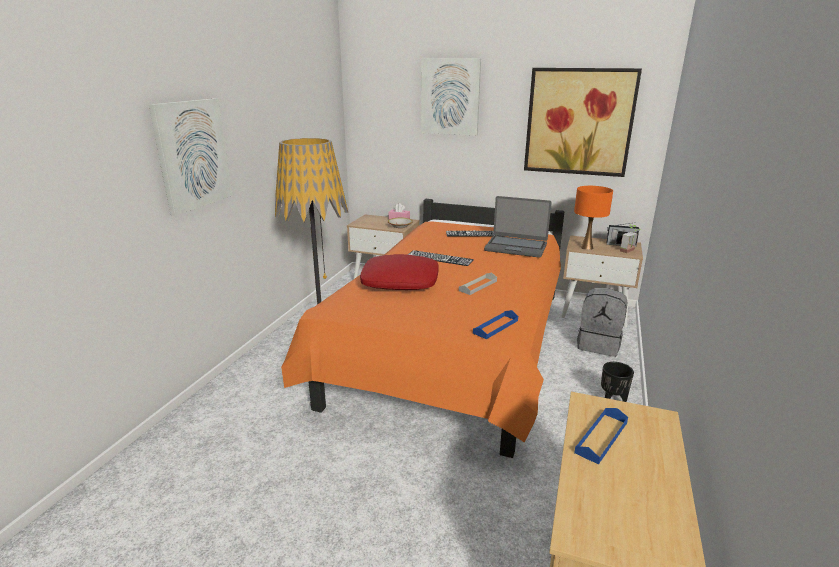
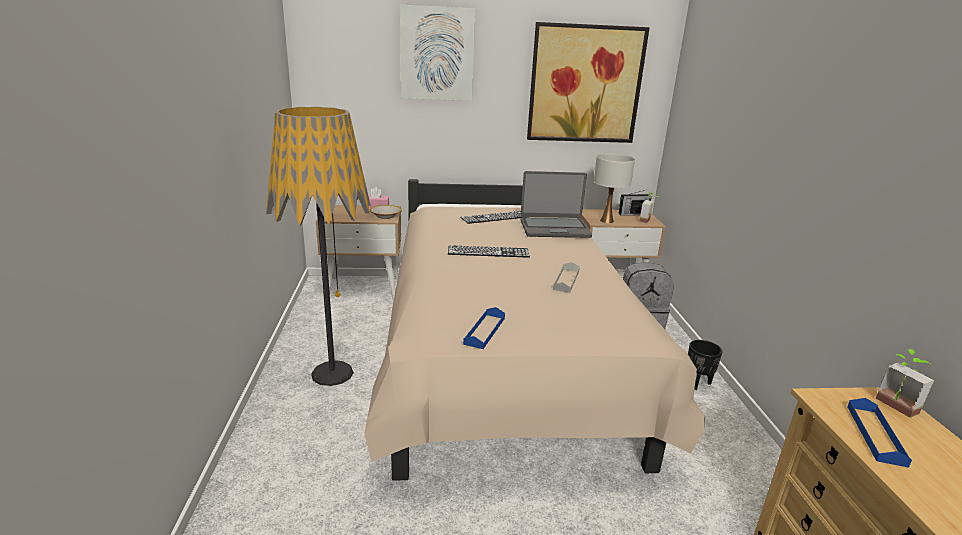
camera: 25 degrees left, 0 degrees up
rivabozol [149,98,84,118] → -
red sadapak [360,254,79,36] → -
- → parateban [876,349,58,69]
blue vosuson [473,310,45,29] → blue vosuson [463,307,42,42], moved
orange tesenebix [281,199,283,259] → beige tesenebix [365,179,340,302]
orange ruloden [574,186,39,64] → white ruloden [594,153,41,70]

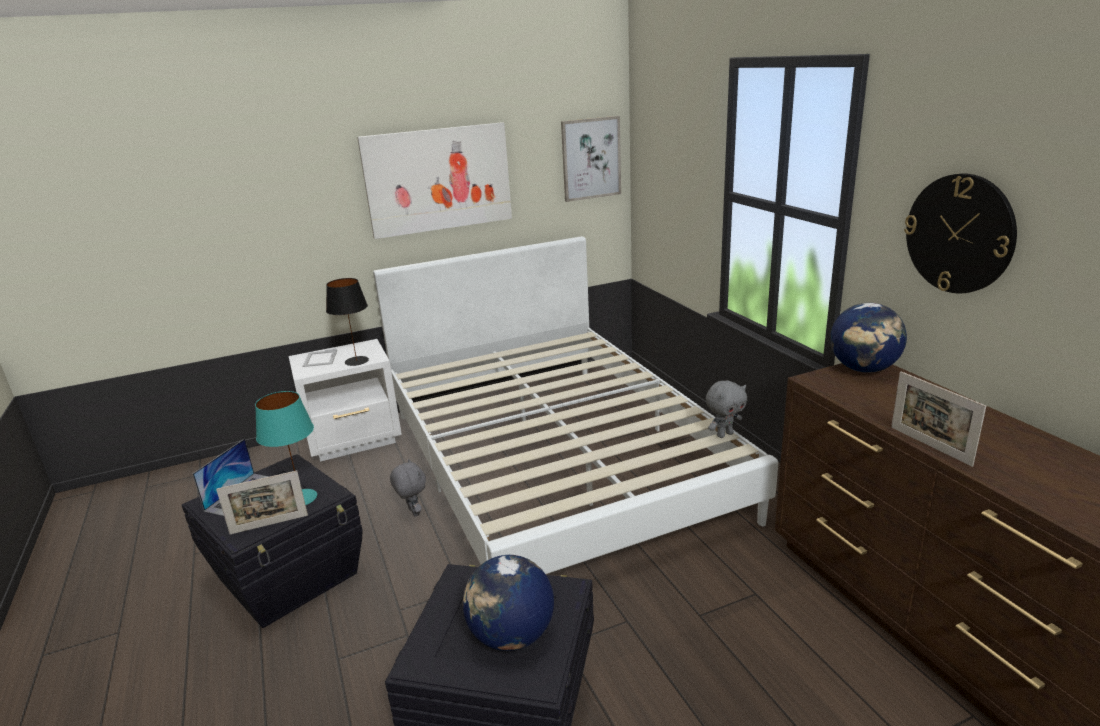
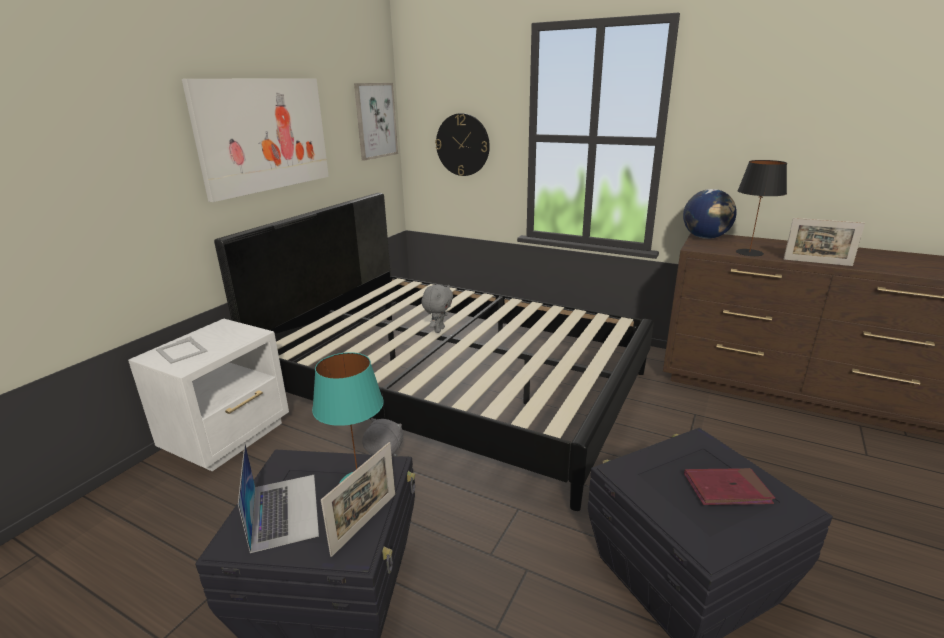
camera: 40 degrees left, 0 degrees up
black ruloden [326,278,43,88] → black ruloden [736,160,51,96], moved
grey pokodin [706,380,41,58] → grey pokodin [421,285,32,48], moved
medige [904,173,113,120] → medige [435,113,55,63], moved
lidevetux [463,555,91,96] → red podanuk [684,468,91,37]
white tesenebix [373,236,405,338] → black tesenebix [214,193,440,318]

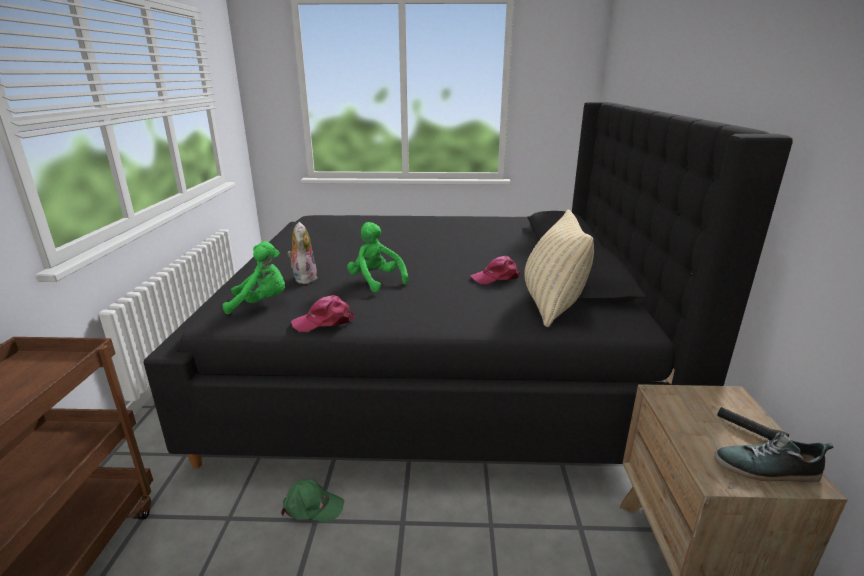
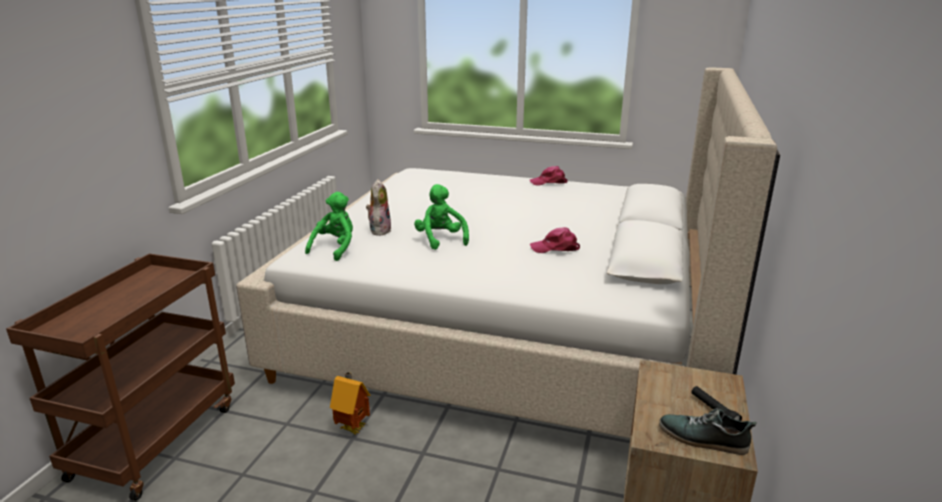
camera: 15 degrees right, 0 degrees up
beige sadapak [524,210,70,117] → -
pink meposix [291,295,64,37] → pink meposix [530,166,38,20], moved
green meposix [281,479,63,43] → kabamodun [330,372,40,63]
black tesenebix [144,102,649,367] → beige tesenebix [236,67,544,371]
green pokodin [222,241,63,73] → green pokodin [305,192,48,69], 75 degrees counterclockwise

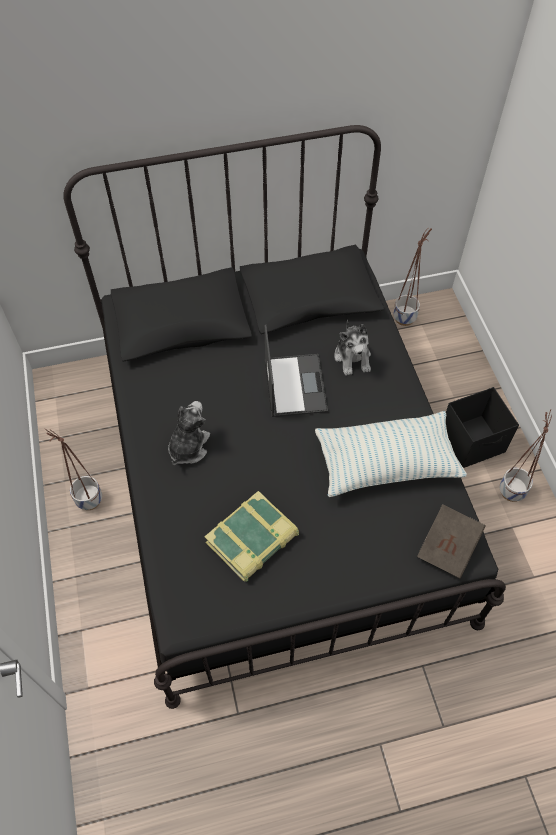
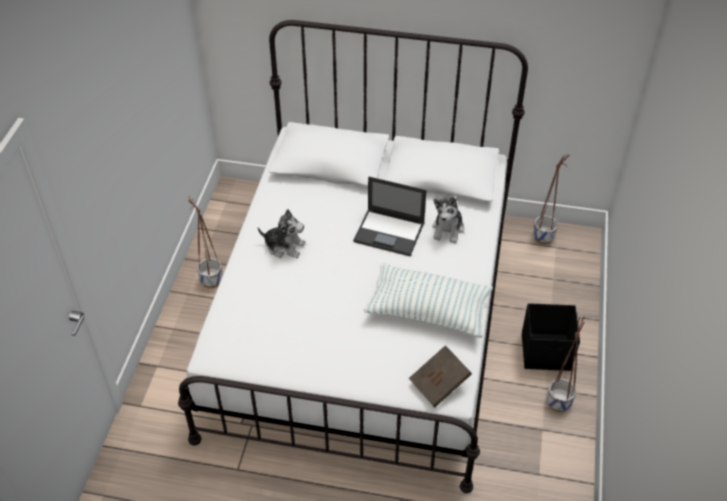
camera: 25 degrees right, 10 degrees down
podanuk [205,491,94,91] → -
black tesenebix [63,125,443,584] → white tesenebix [178,20,350,473]
pokodin [168,401,42,64] → pokodin [258,209,47,49], 60 degrees clockwise
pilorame [264,325,64,92] → pilorame [353,177,73,79], 90 degrees clockwise

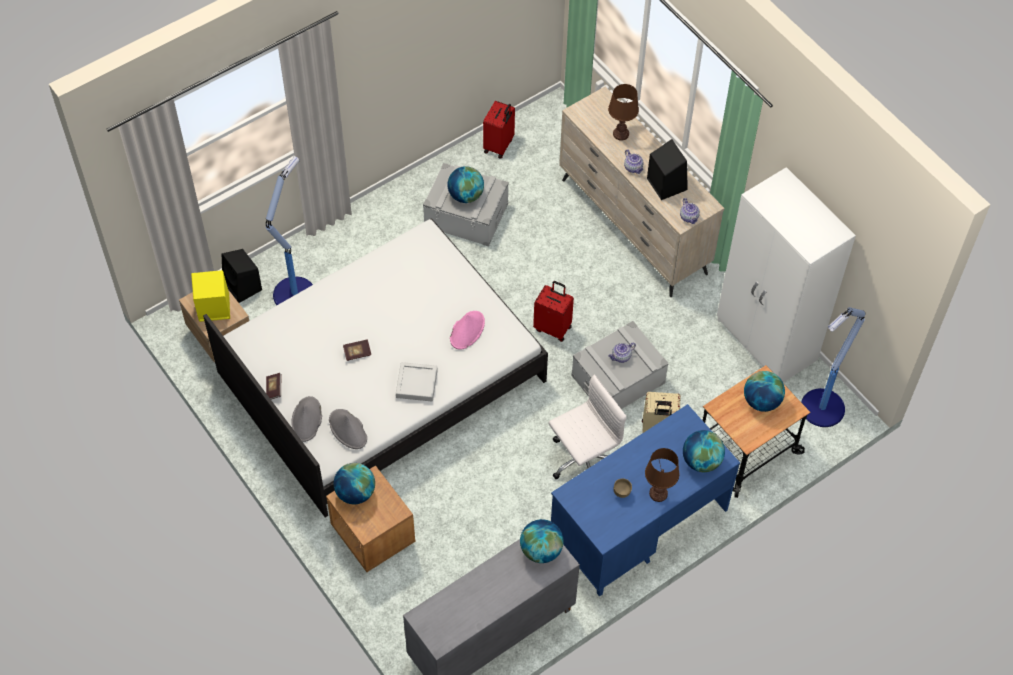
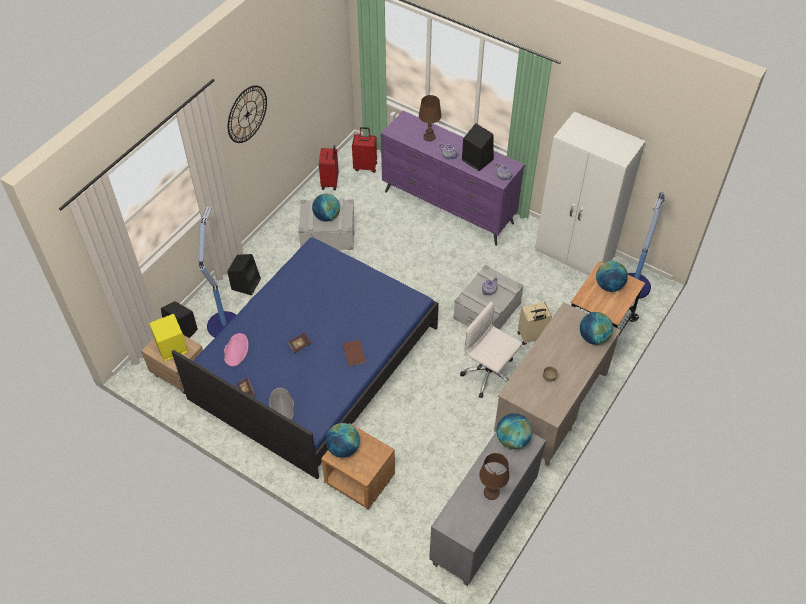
camera: 20 degrees left, 5 degrees down
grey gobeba [329,409,38,40] → -
- → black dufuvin [227,254,34,41]
- → medige [228,85,39,58]
pink gobeba [450,311,35,39] → pink gobeba [224,333,24,34], moved
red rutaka [533,281,41,61] → red rutaka [352,127,25,46], moved
brown ruloden [645,448,34,54] → brown ruloden [479,453,31,47], moved
grey vosuson [396,362,42,39] → brown podanuk [343,340,23,26]
white tesenebix [203,218,345,299] → blue tesenebix [171,237,268,242]
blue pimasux [551,404,189,192] → beige pimasux [494,302,127,164]
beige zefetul [559,86,165,211] → purple zefetul [381,110,144,136]
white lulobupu [549,374,77,105] → white lulobupu [460,301,62,97], 90 degrees counterclockwise

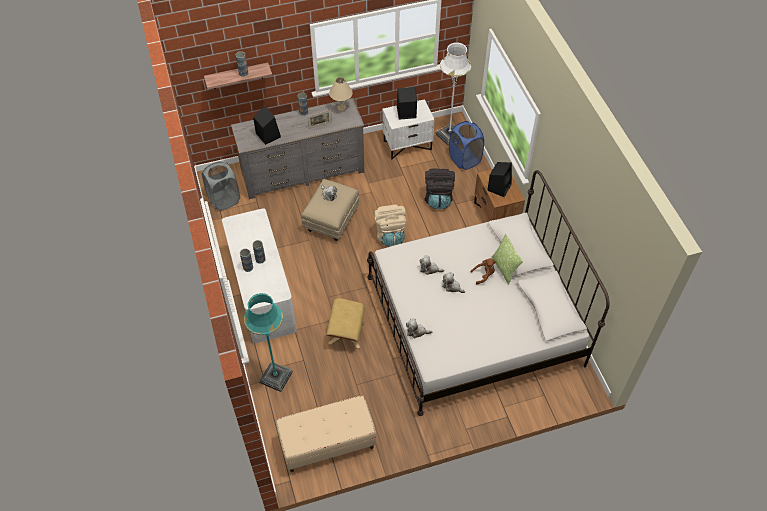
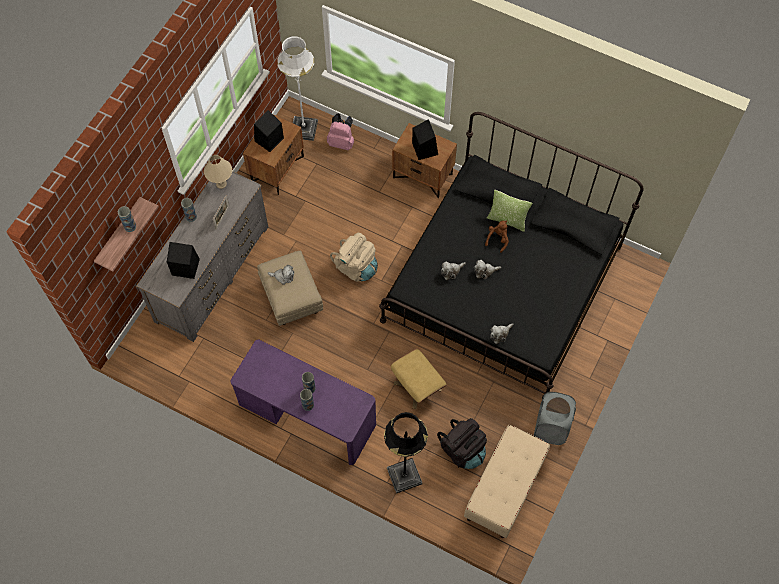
camera: 45 degrees left, 10 degrees up
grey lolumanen [202,162,38,49] → grey lolumanen [534,392,42,53], moved
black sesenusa [425,168,30,41] → black sesenusa [437,418,50,51], moved
blue lolumanen [449,121,35,49] → pink sesenusa [327,113,27,37]
white pimasux [222,208,75,135] → purple pimasux [231,340,145,125]
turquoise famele [244,293,49,99] → black famele [384,412,44,82]
white tesenebix [367,170,243,246] → black tesenebix [379,112,265,287]
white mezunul [382,99,53,60] → brown mezunul [243,115,61,80]

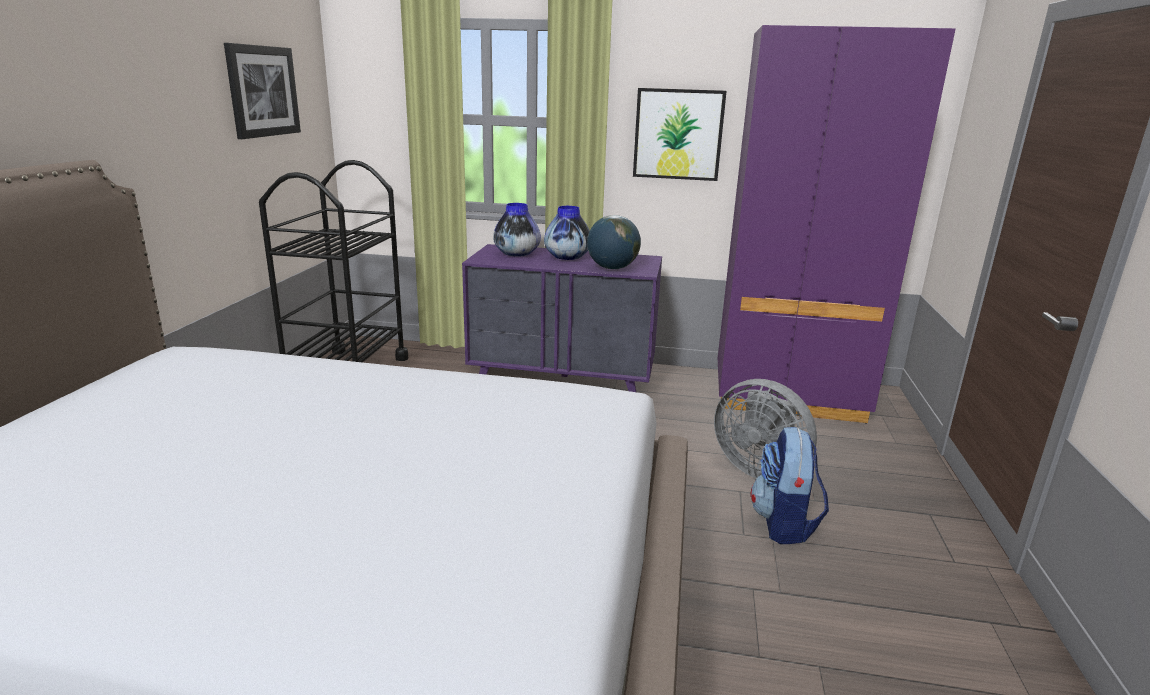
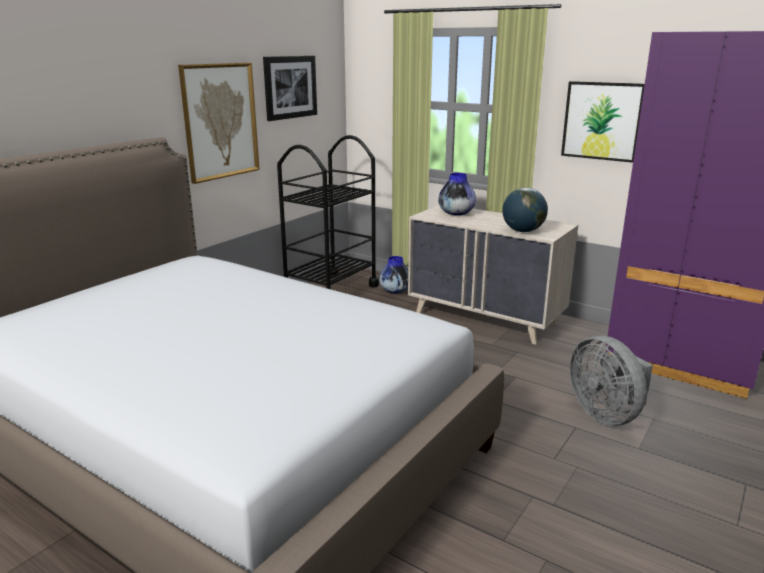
camera: 25 degrees right, 0 degrees up
sesenusa [751,427,78,117] → -
- → rivabozol [178,63,82,121]
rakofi [544,206,46,54] → rakofi [379,256,29,38], moved
purple zefetul [462,244,200,148] → beige zefetul [408,205,170,140]

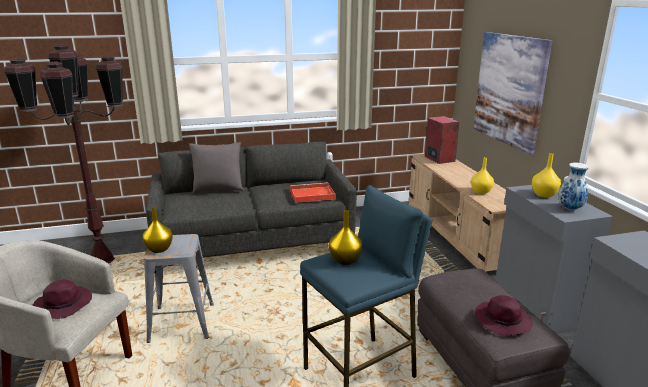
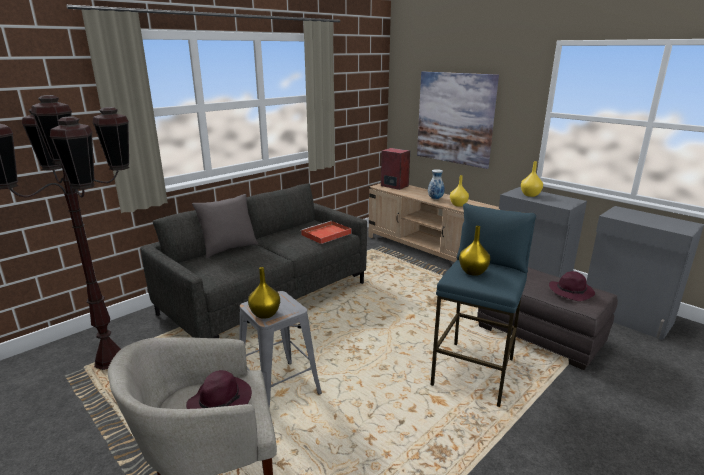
camera: 30 degrees left, 0 degrees up
rakofi [558,163,31,47] → rakofi [428,169,17,31], moved

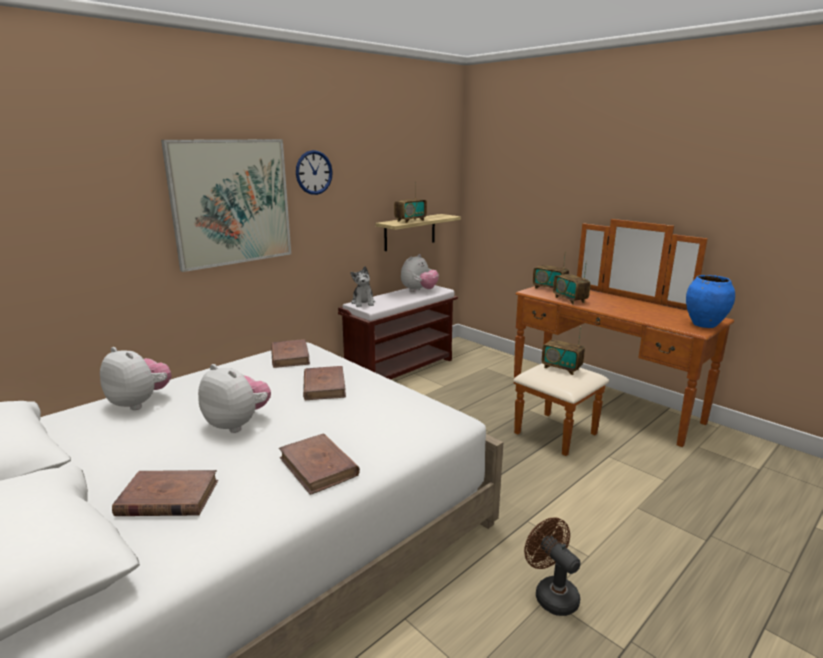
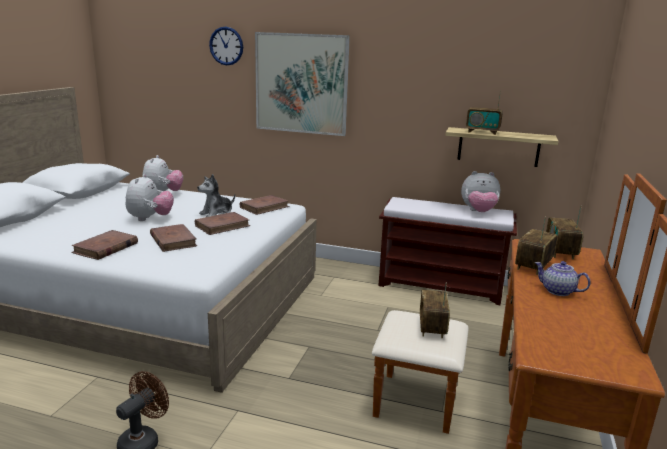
camera: 60 degrees right, 0 degrees up
blue rakofi [686,275,49,53] → -
- → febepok [534,261,57,35]
brown podanuk [112,470,106,46] → brown podanuk [150,224,47,28], moved
medige [296,150,37,45] → medige [209,27,34,38], moved
pokodin [350,266,25,41] → pokodin [197,174,38,43], moved

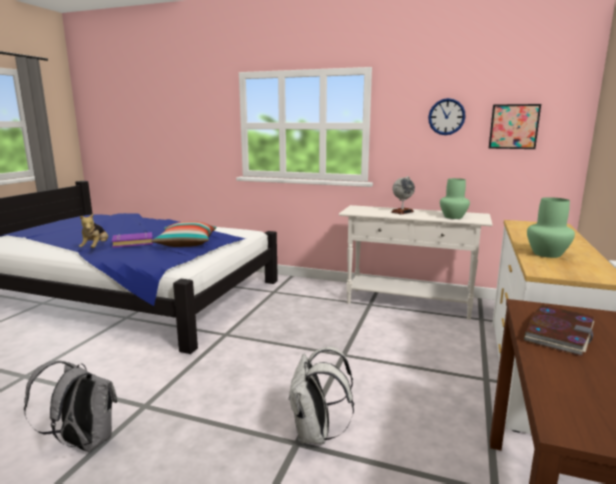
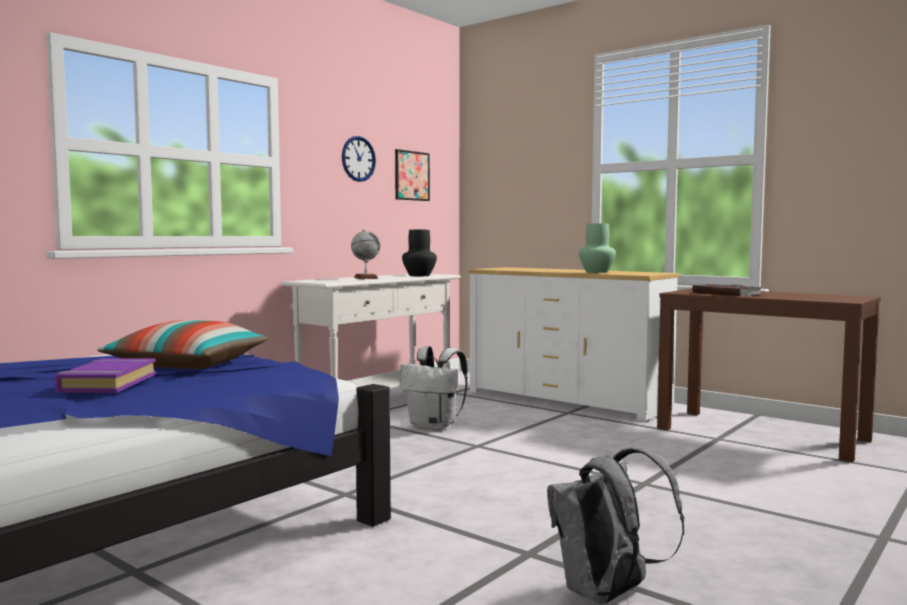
camera: 70 degrees left, 10 degrees down
pokodin [79,214,29,34] → -
white sesenusa [289,347,65,97] → white sesenusa [400,346,68,85], moved
green rakofi [440,178,30,41] → black rakofi [402,230,35,46]

